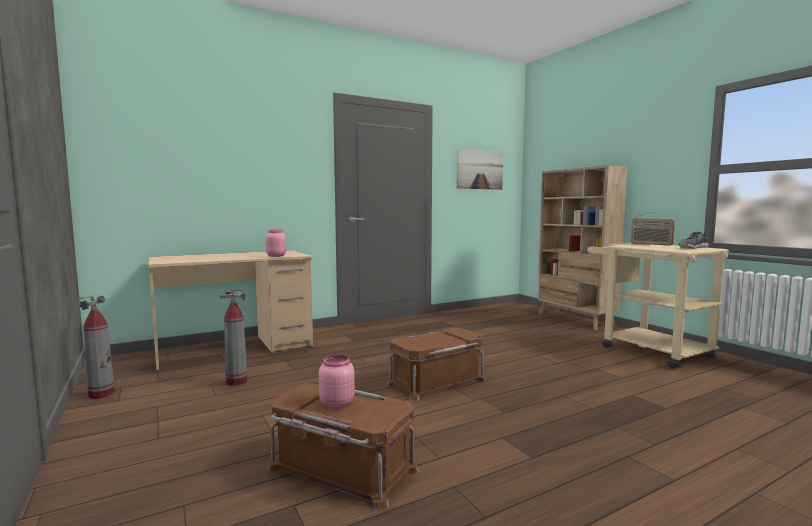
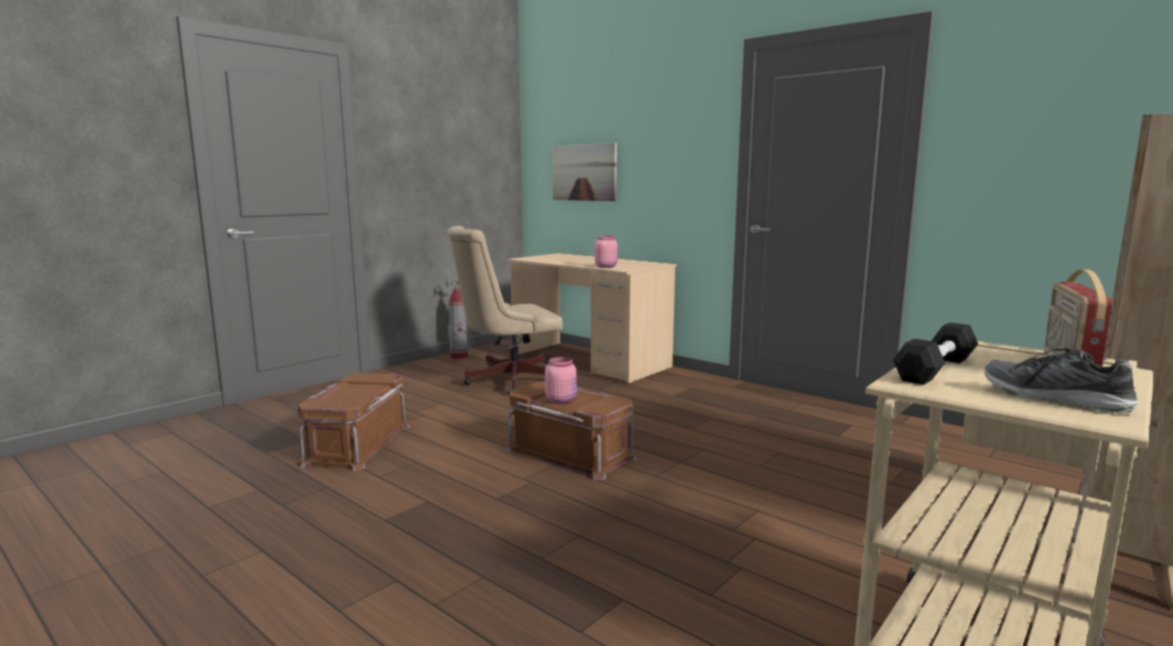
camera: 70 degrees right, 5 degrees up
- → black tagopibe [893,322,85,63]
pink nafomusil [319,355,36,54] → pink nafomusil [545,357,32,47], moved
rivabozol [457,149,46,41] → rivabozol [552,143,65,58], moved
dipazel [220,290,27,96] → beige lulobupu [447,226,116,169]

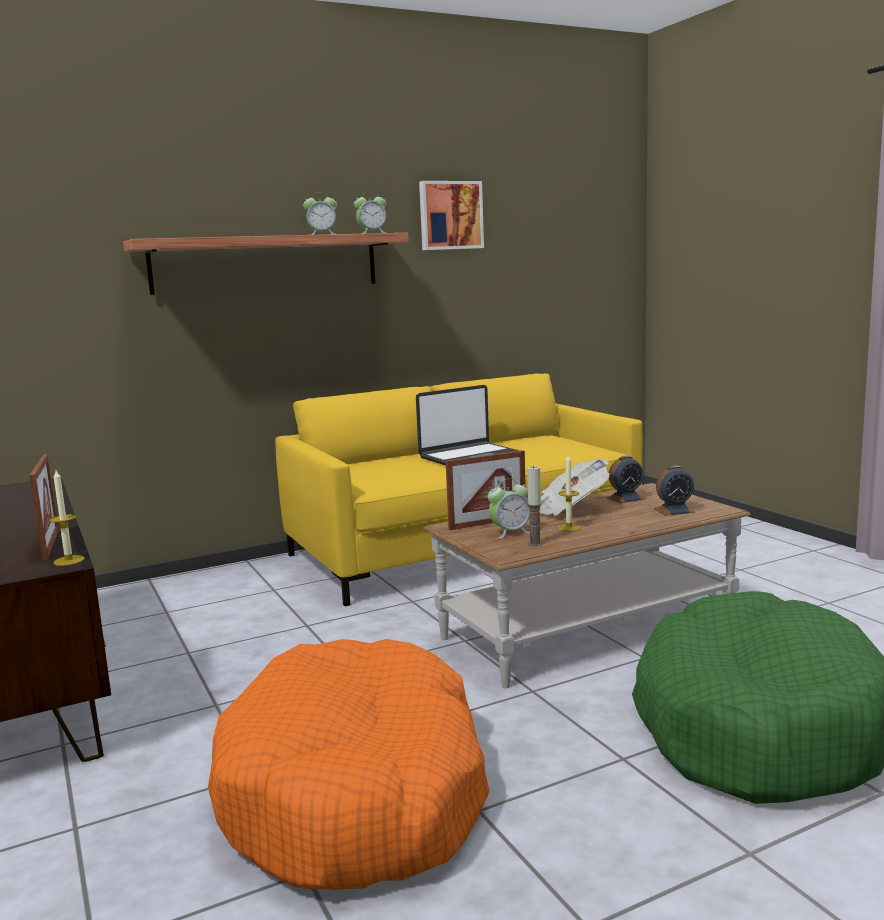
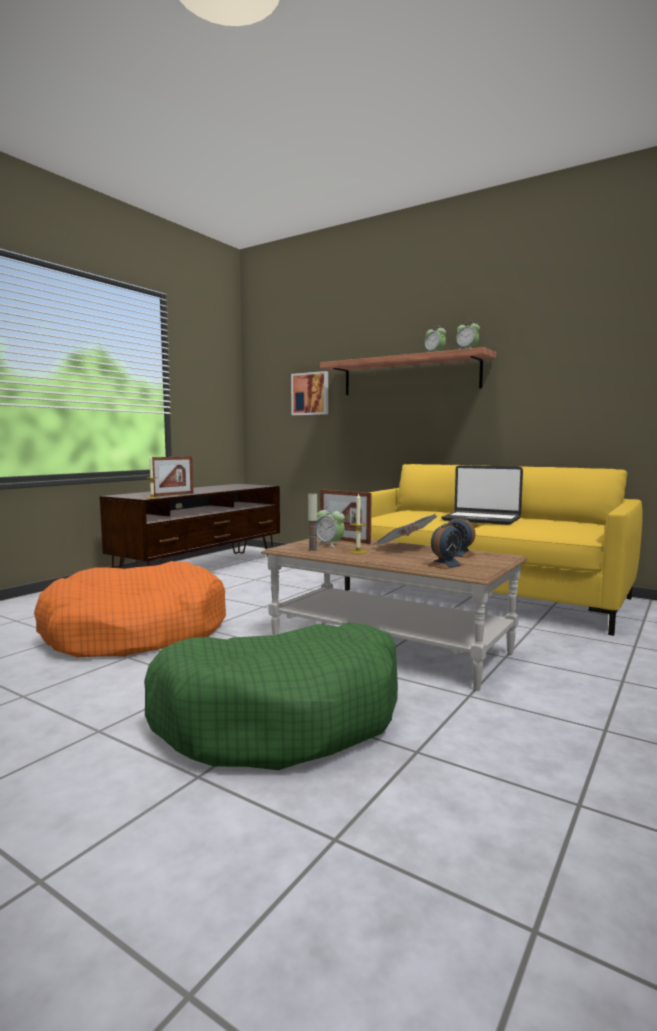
camera: 60 degrees right, 5 degrees down
rivabozol [419,181,65,69] → rivabozol [291,371,37,44], moved
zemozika [654,466,41,50] → zemozika [428,524,36,45], 90 degrees counterclockwise

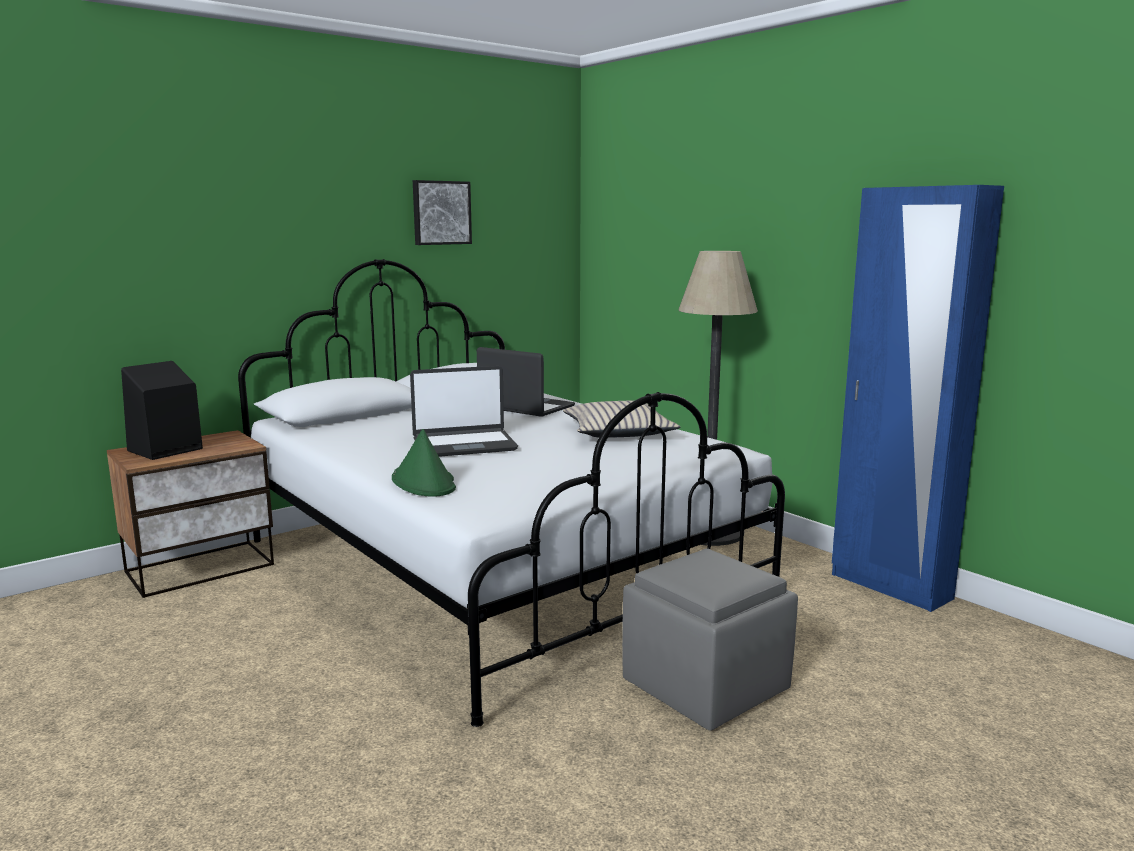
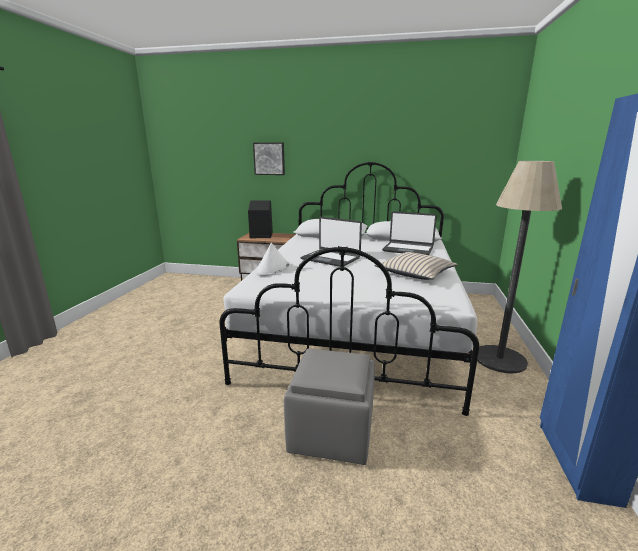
camera: 50 degrees right, 5 degrees up
rivabozol [413,180,59,65] → rivabozol [253,143,32,32], moved
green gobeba [392,429,64,68] → white gobeba [255,243,34,33]
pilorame [477,347,98,70] → pilorame [382,211,55,44], 120 degrees clockwise

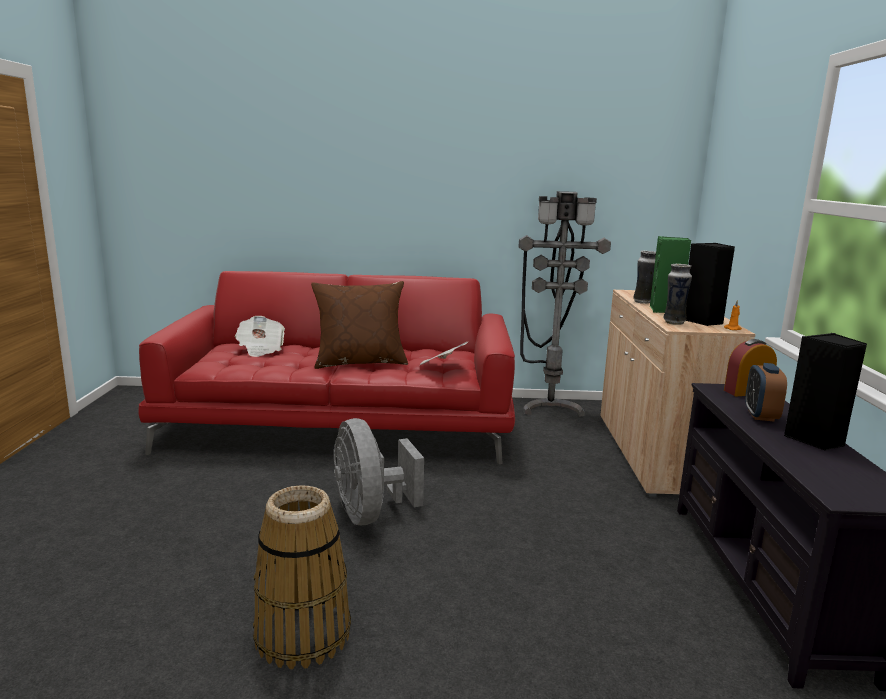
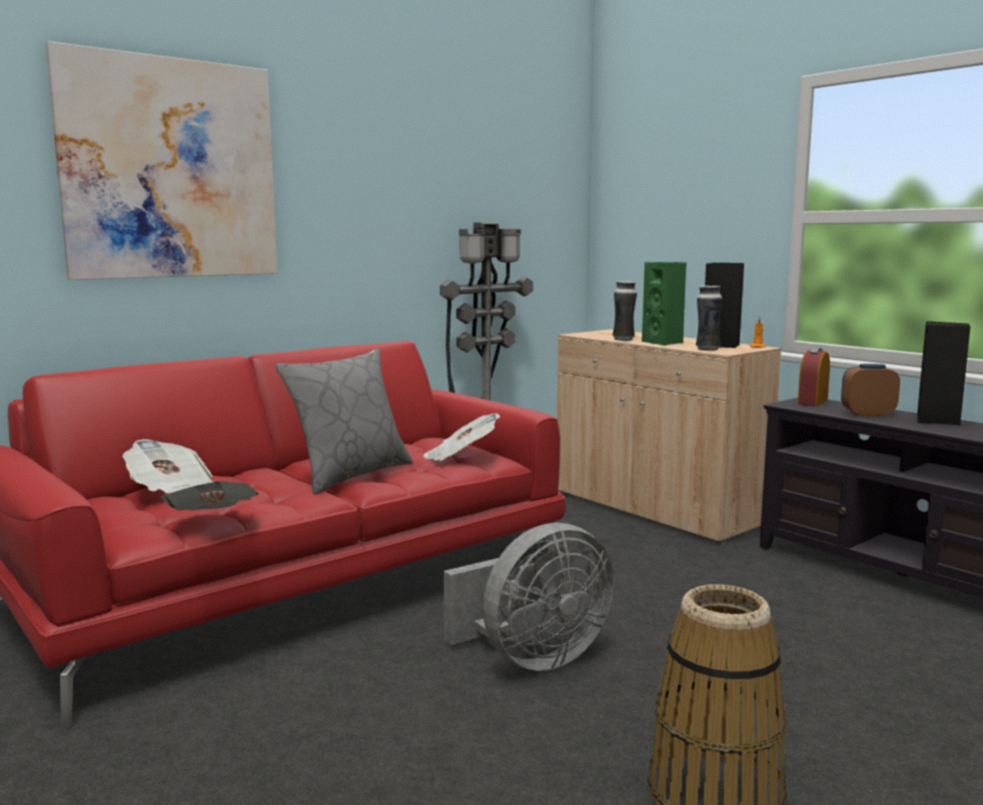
camera: 40 degrees left, 5 degrees down
- → rivabozol [46,41,231,239]
- → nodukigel [160,481,99,29]
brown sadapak [311,281,97,88] → grey sadapak [276,348,137,147]
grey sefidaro [334,418,90,107] → grey sefidaro [444,523,170,148], 60 degrees counterclockwise
zemozika [745,363,42,58] → zemozika [841,364,59,52], 120 degrees clockwise

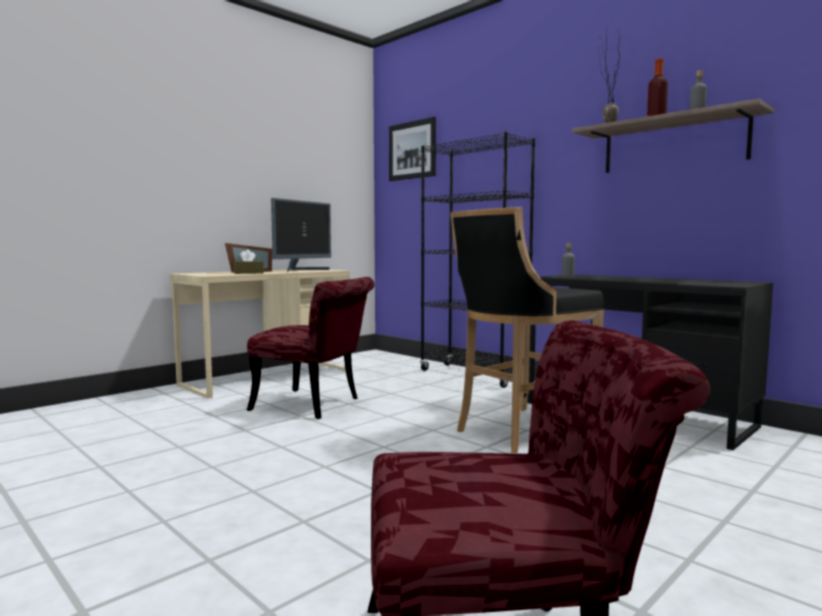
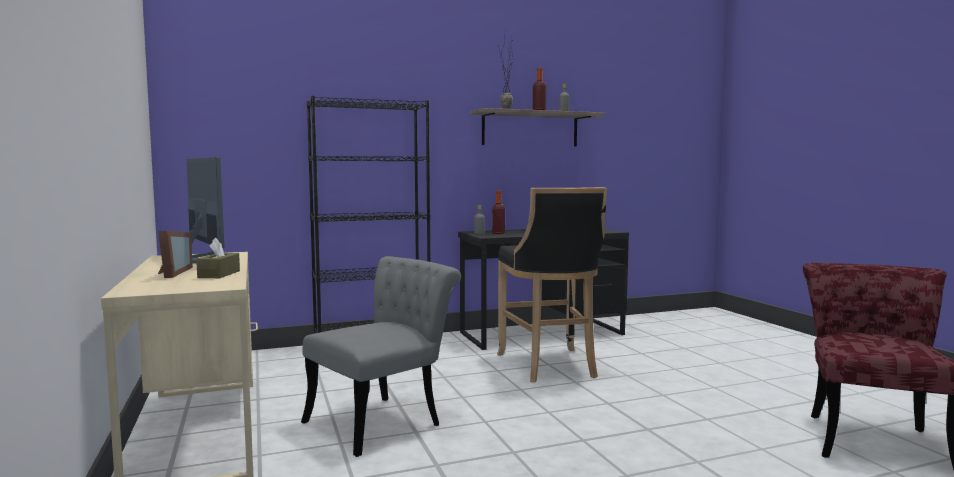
camera: 65 degrees left, 0 degrees up
rivabozol [389,117,47,64] → -
- → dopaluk [492,191,13,43]
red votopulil [247,277,127,142] → grey votopulil [301,256,160,201]

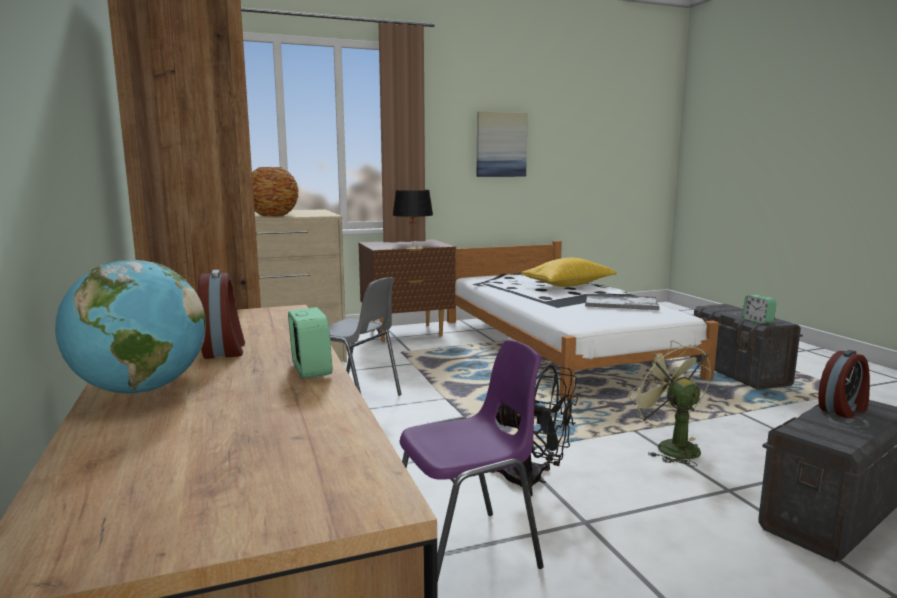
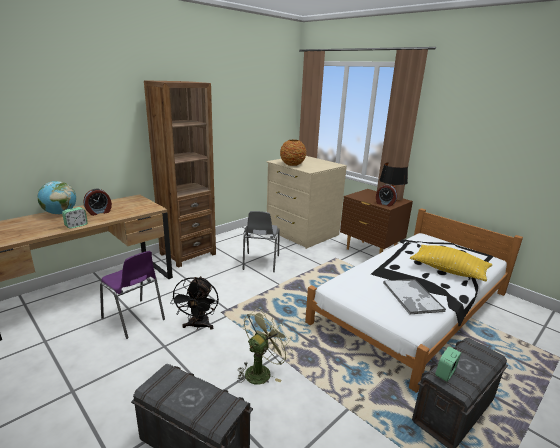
camera: 65 degrees right, 10 degrees up
rivabozol [476,111,52,66] → -
zemozika [818,350,52,68] → zemozika [376,184,21,23], moved

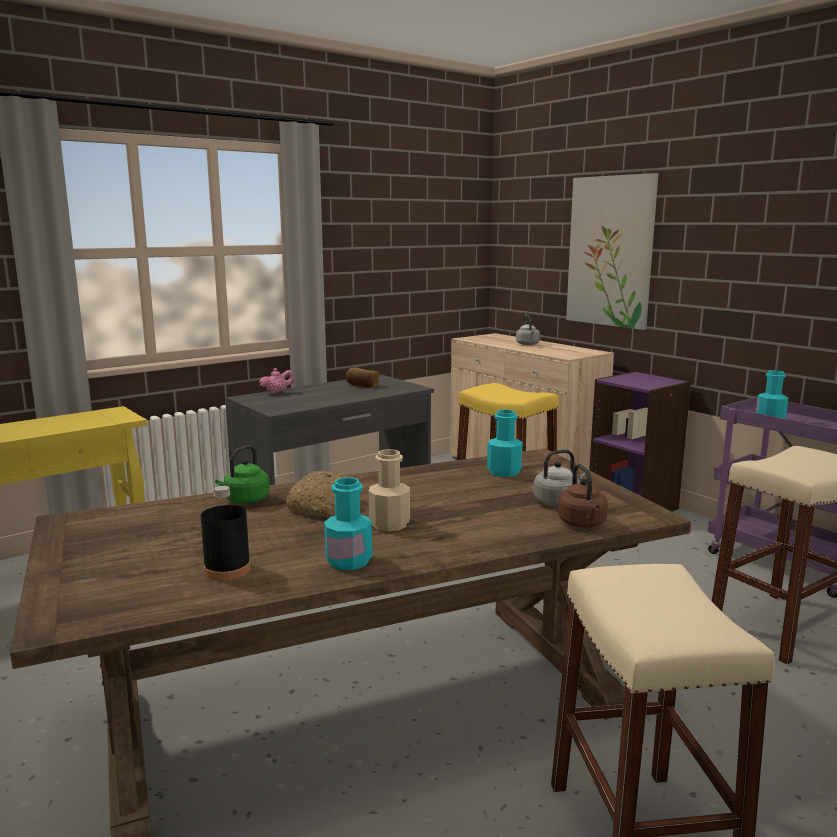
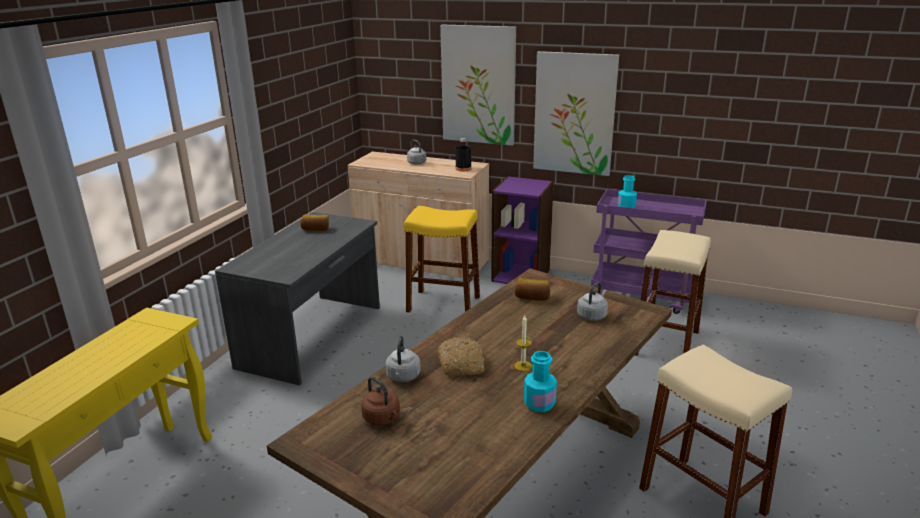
camera: 30 degrees left, 10 degrees up
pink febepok [259,368,35,26] → -
- → rivabozol [533,51,86,125]
black dopaluk [201,486,50,94] → black dopaluk [455,138,17,33], moved
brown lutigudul [558,464,50,64] → brown lutigudul [361,376,39,50], moved
beige dopaluk [369,449,41,83] → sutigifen [514,315,18,56]
turquoise dopaluk [487,410,36,67] → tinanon [515,278,35,23]
green lutigudul [215,445,55,59] → grey lutigudul [386,336,35,46]

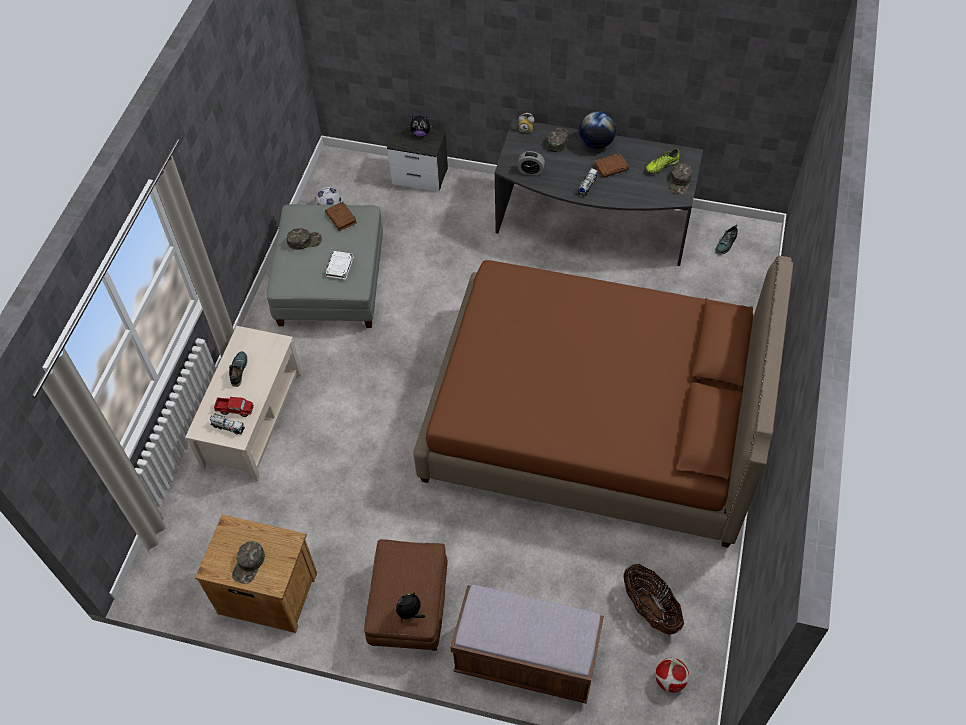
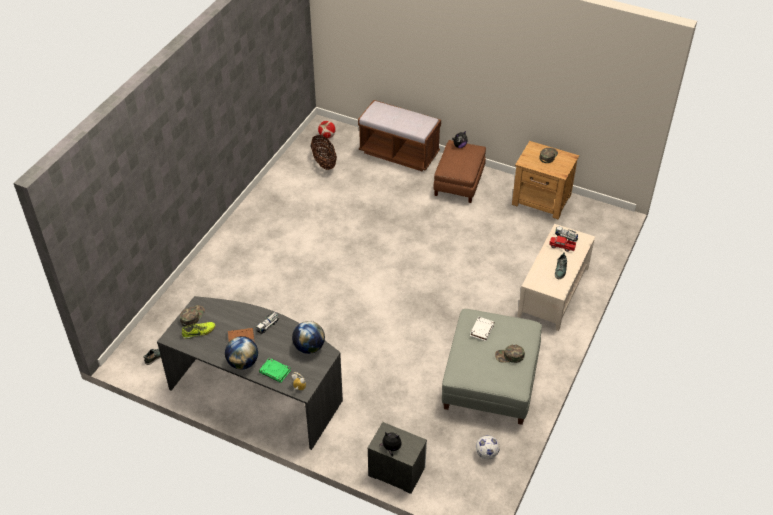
camera: 170 degrees left, 10 degrees down
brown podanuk [325,202,32,29] → -
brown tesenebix [413,256,380,292] → -
zemozika [517,151,28,24] → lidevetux [292,321,33,33]
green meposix [546,128,24,24] → green podanuk [259,358,32,25]

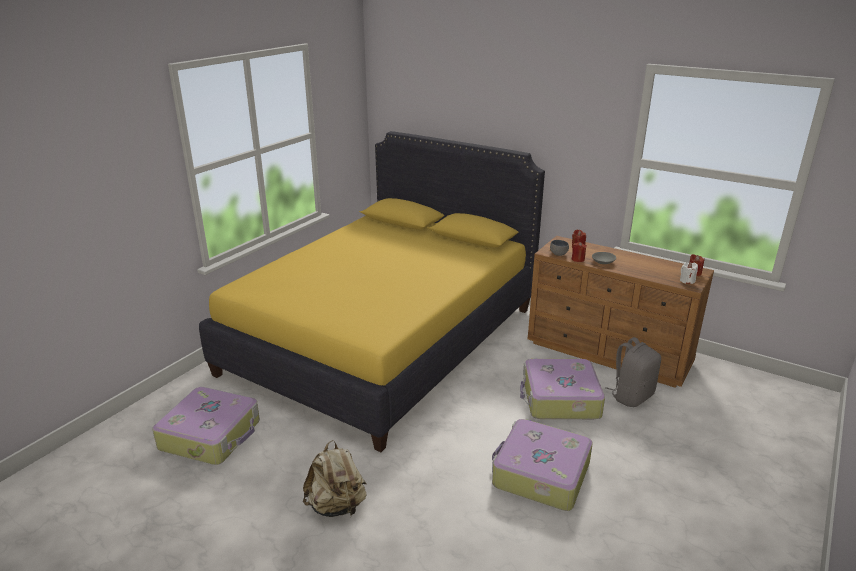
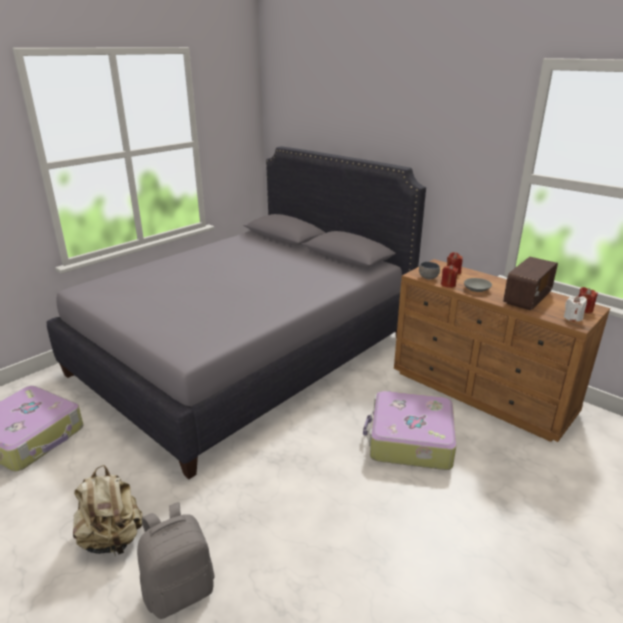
camera: 10 degrees right, 0 degrees up
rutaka [492,419,101,92] → -
- → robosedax [503,257,55,53]
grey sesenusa [606,337,55,70] → grey sesenusa [137,502,77,117], moved
yellow tesenebix [199,131,346,321] → grey tesenebix [47,146,379,333]

